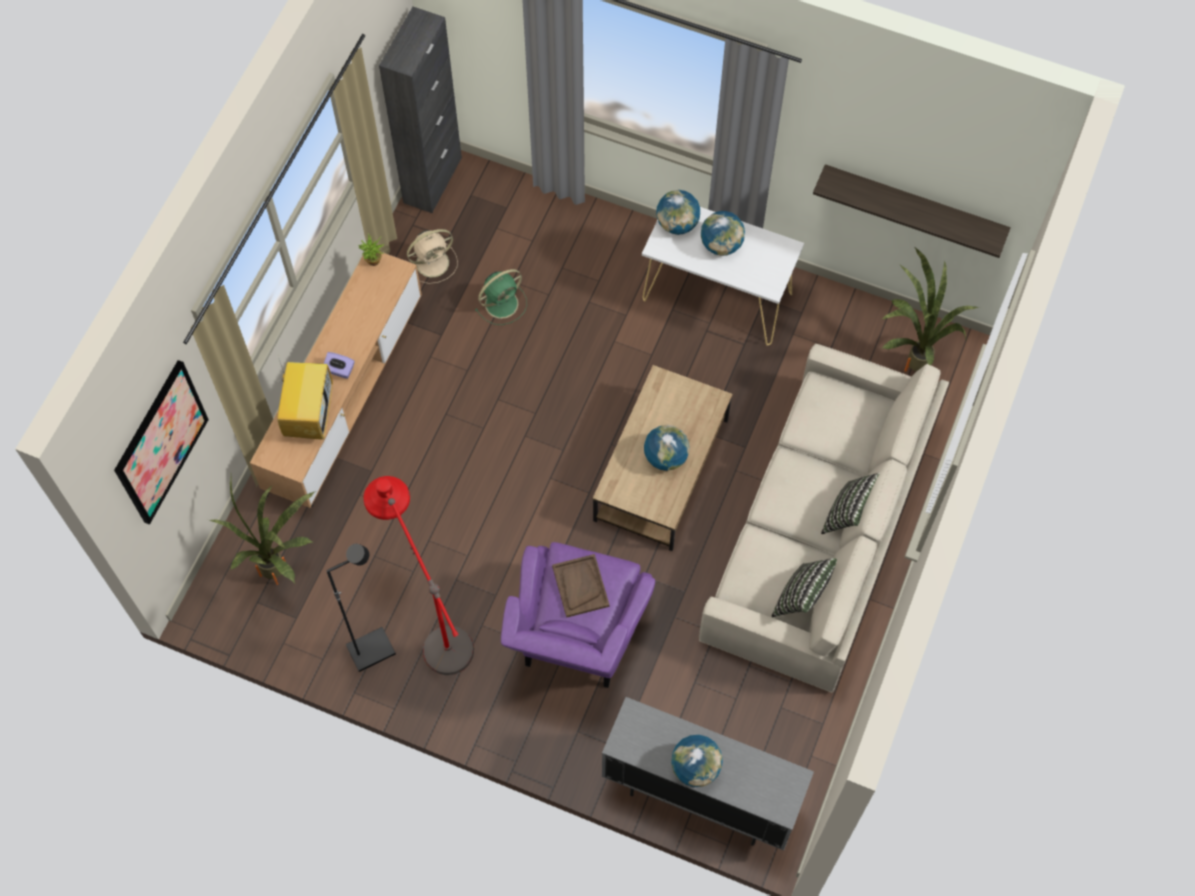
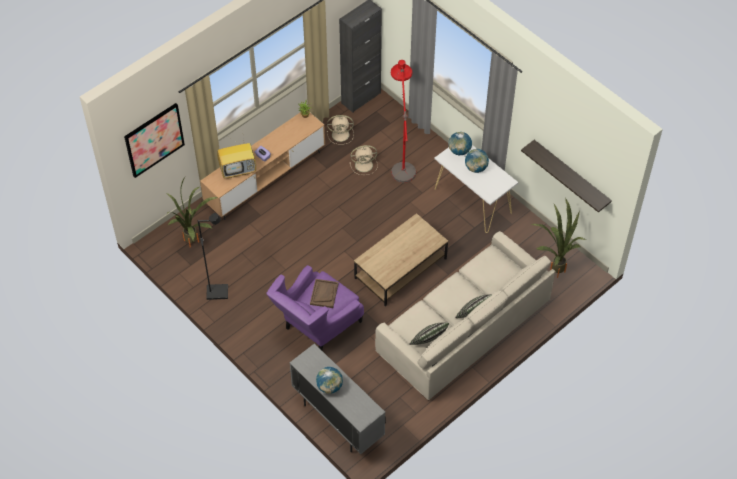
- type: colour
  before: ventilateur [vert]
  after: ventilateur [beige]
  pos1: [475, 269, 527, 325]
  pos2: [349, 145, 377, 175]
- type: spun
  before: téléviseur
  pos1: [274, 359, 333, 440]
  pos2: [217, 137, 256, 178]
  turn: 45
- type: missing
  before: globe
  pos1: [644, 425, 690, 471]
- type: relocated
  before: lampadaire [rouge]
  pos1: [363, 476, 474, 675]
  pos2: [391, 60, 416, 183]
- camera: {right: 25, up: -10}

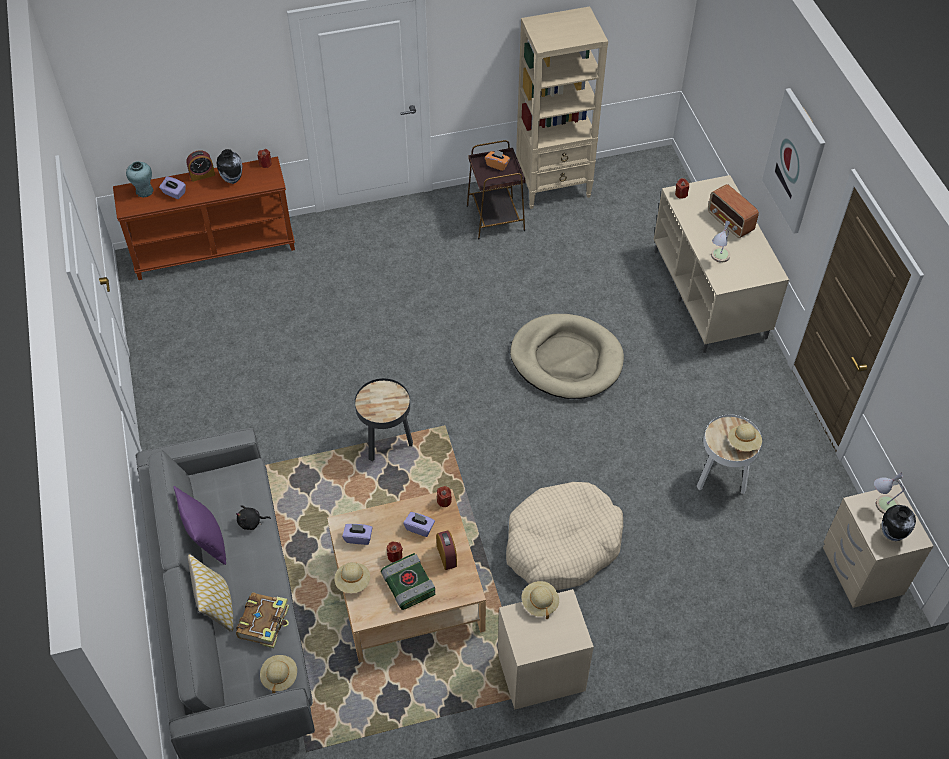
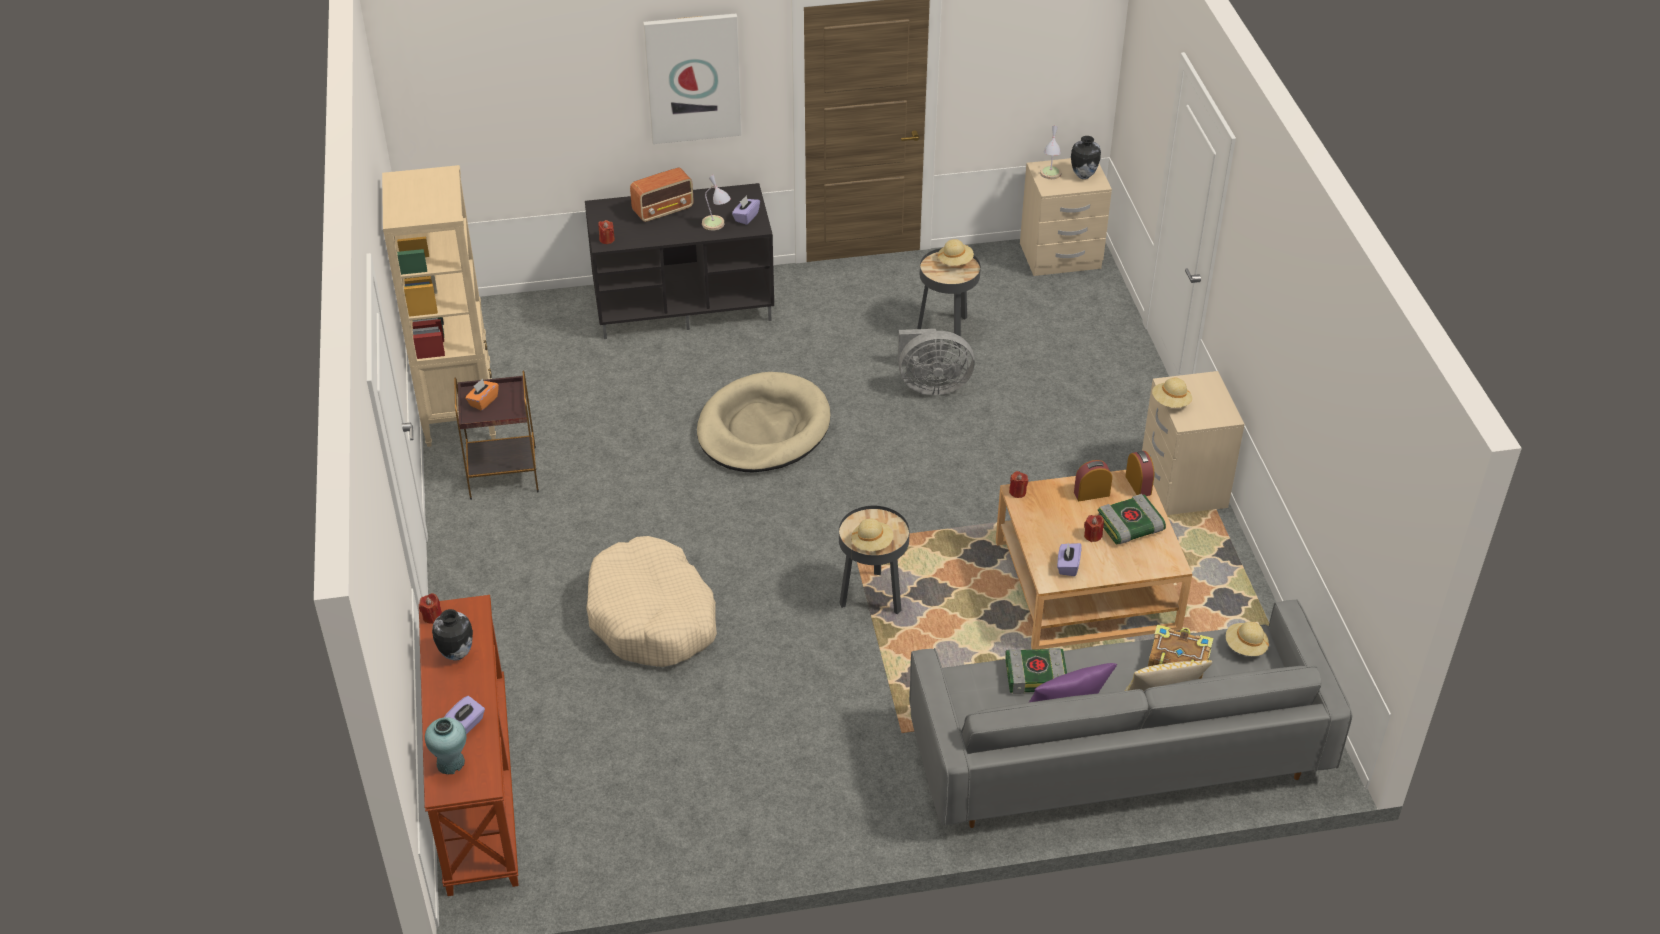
- type: relocated
  before: réveil
  pos1: [186, 150, 215, 182]
  pos2: [1125, 451, 1154, 496]
- type: colour
  before: meuble télé [beige]
  after: meuble télé [noir]
  pos1: [654, 175, 789, 353]
  pos2: [585, 183, 774, 339]
- type: colour
  before: table d'appoint [blanc]
  after: table d'appoint [noir]
  pos1: [696, 415, 761, 494]
  pos2: [917, 248, 981, 349]
- type: relocated
  before: panier pour chien [beige]
  pos1: [506, 482, 623, 590]
  pos2: [586, 536, 717, 667]
- type: exchanged
  before: peluche [noir]
  after: livre
  pos1: [236, 506, 271, 530]
  pos2: [1005, 648, 1067, 694]
- type: relocated
  before: boîte à mouchoirs [violet]
  pos1: [403, 512, 435, 537]
  pos2: [732, 195, 760, 225]
- type: relocated
  before: chapeau [beige]
  pos1: [335, 562, 370, 593]
  pos2: [851, 518, 893, 551]
- type: appeared
  after: ventilateur [gris]
  pos2: [898, 329, 975, 395]
- camera: {right: -85, up: -10}

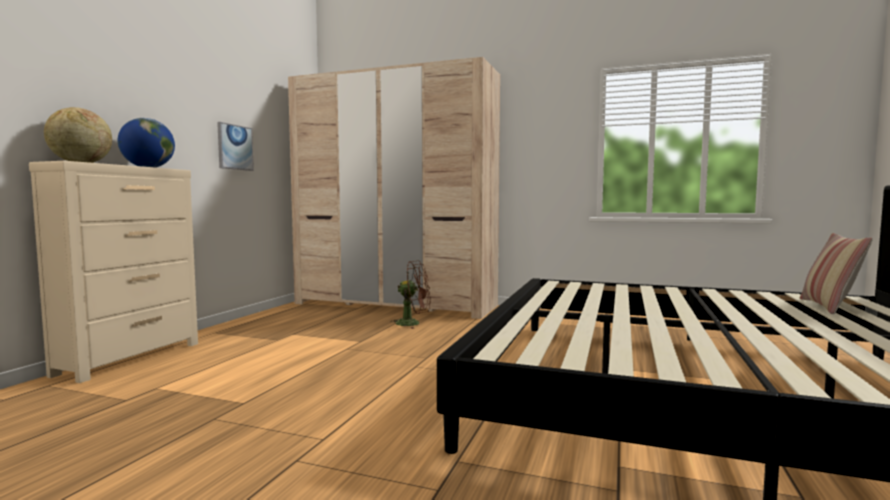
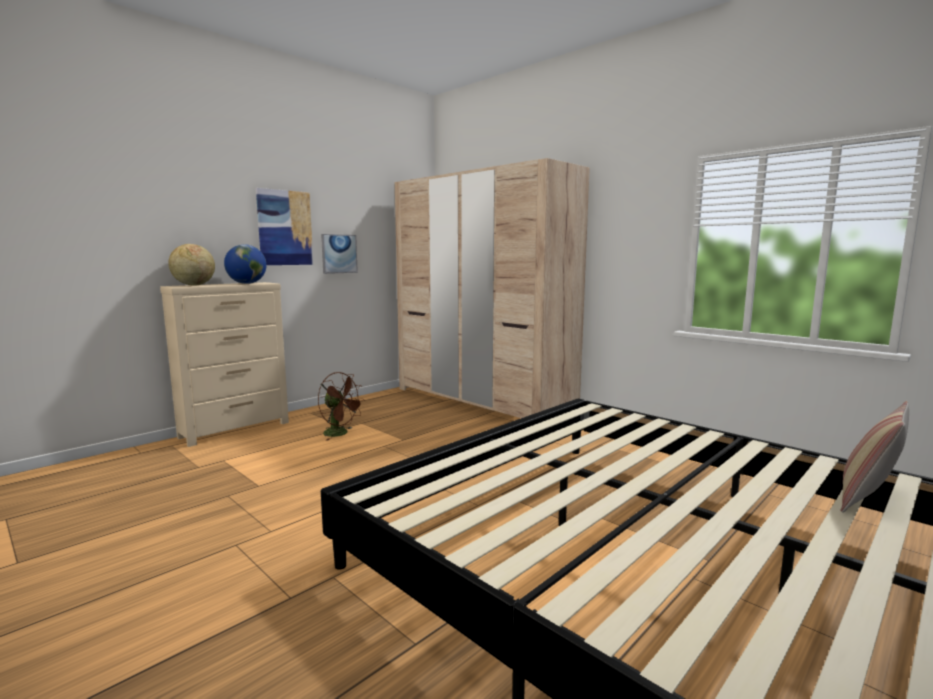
- type: relocated
  before: ventilateur [marron]
  pos1: [390, 261, 431, 329]
  pos2: [318, 372, 365, 440]
- type: appeared
  after: tableau
  pos2: [256, 188, 313, 265]
- camera: {right: 25, up: 5}

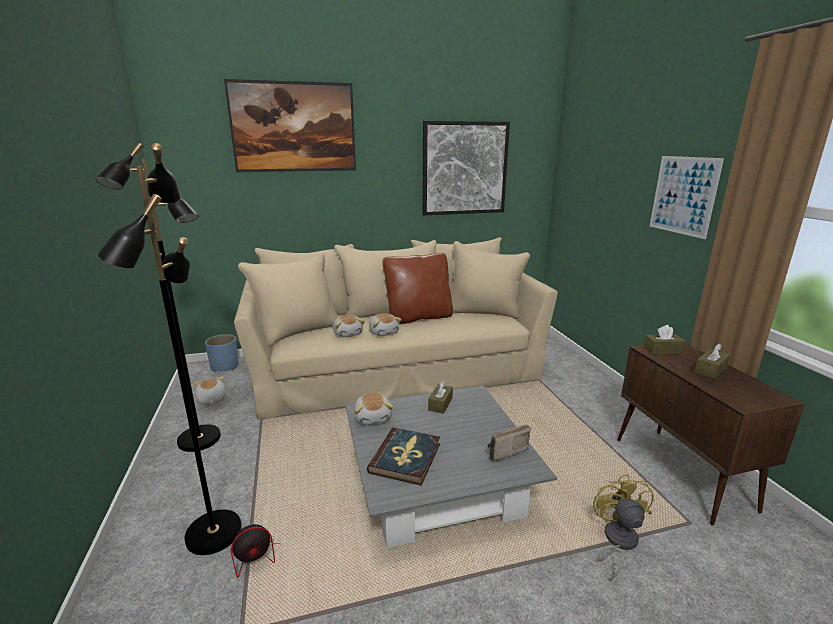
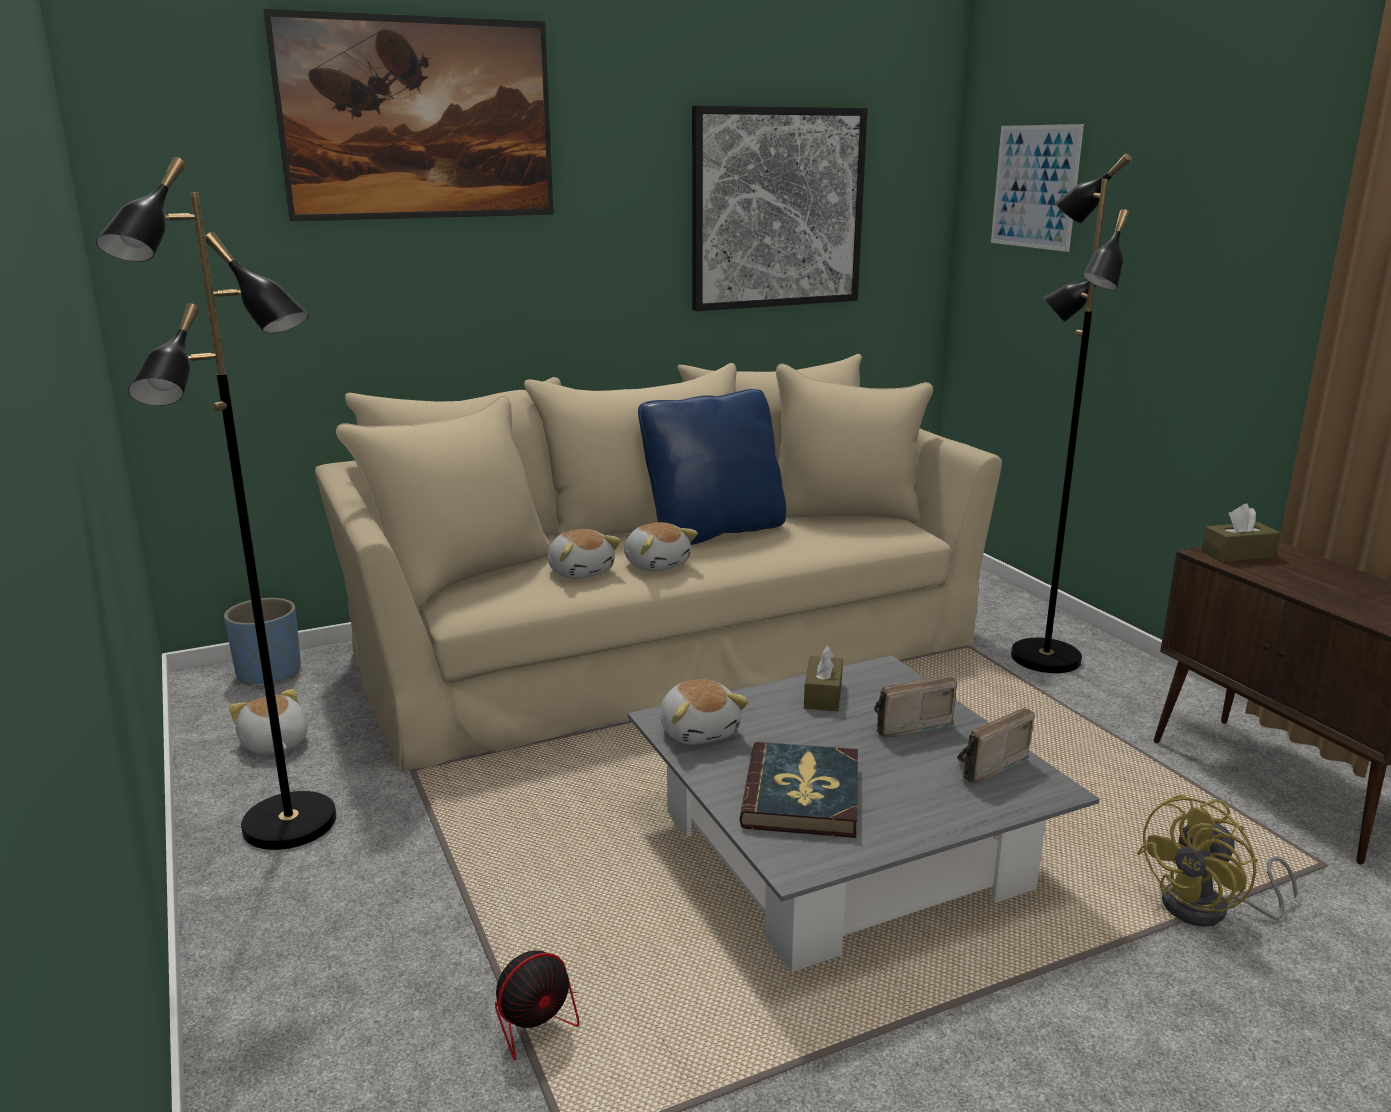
- type: relocated
  before: lampadaire [noir]
  pos1: [97, 143, 242, 555]
  pos2: [1011, 153, 1132, 673]
- type: relocated
  before: tableau
  pos1: [650, 156, 724, 239]
  pos2: [991, 124, 1084, 252]
- type: colour
  before: coussin [marron]
  after: coussin [bleu]
  pos1: [382, 253, 453, 324]
  pos2: [638, 389, 786, 545]
- type: missing
  before: boîte à mouchoirs [marron]
  pos1: [695, 344, 730, 379]
- type: spun
  before: ventilateur [jaune]
  pos1: [593, 474, 654, 582]
  pos2: [1137, 795, 1297, 927]
  turn: -120
- type: appeared
  after: radio
  pos2: [874, 676, 957, 738]
- camera: {right: -10, up: 0}

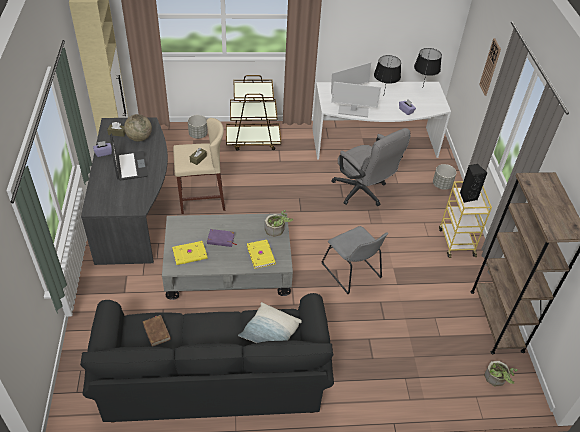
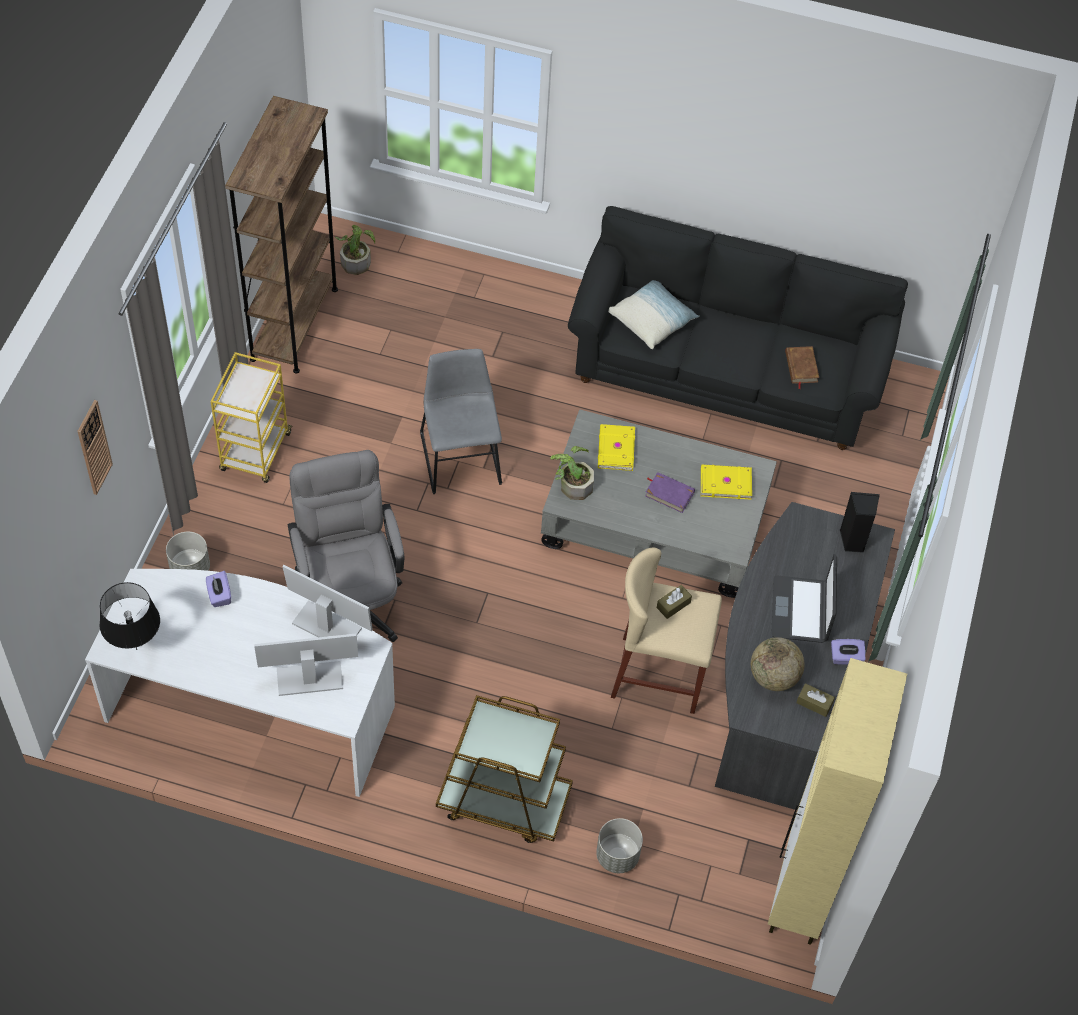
- type: missing
  before: lampe de table [noir]
  pos1: [374, 55, 401, 93]
- type: relocated
  before: enceinte [noir]
  pos1: [460, 164, 487, 203]
  pos2: [840, 492, 880, 553]
- camera: {right: -160, up: 10}

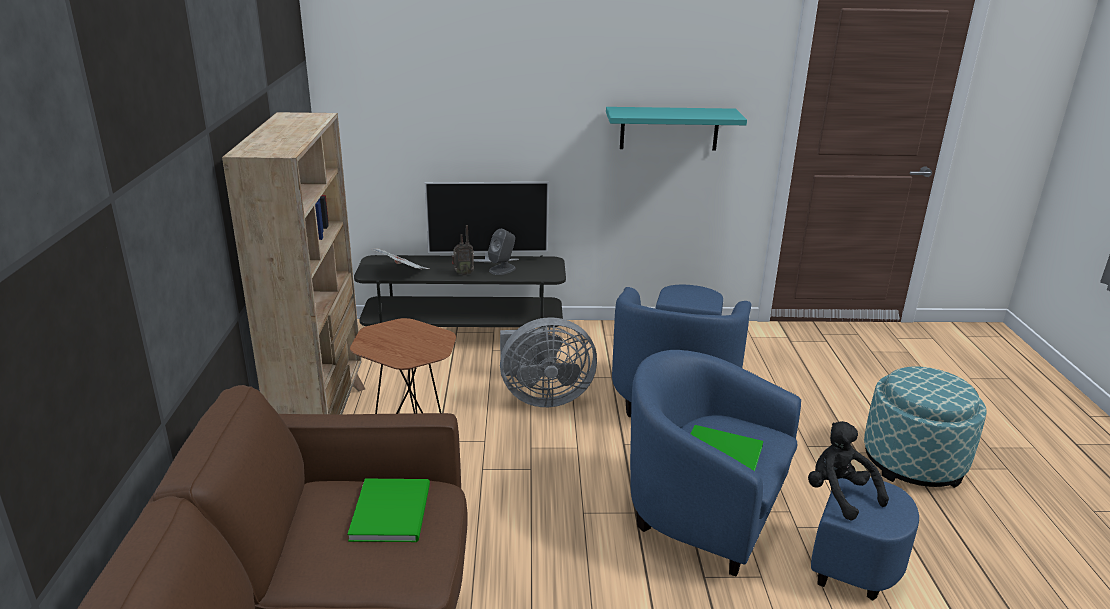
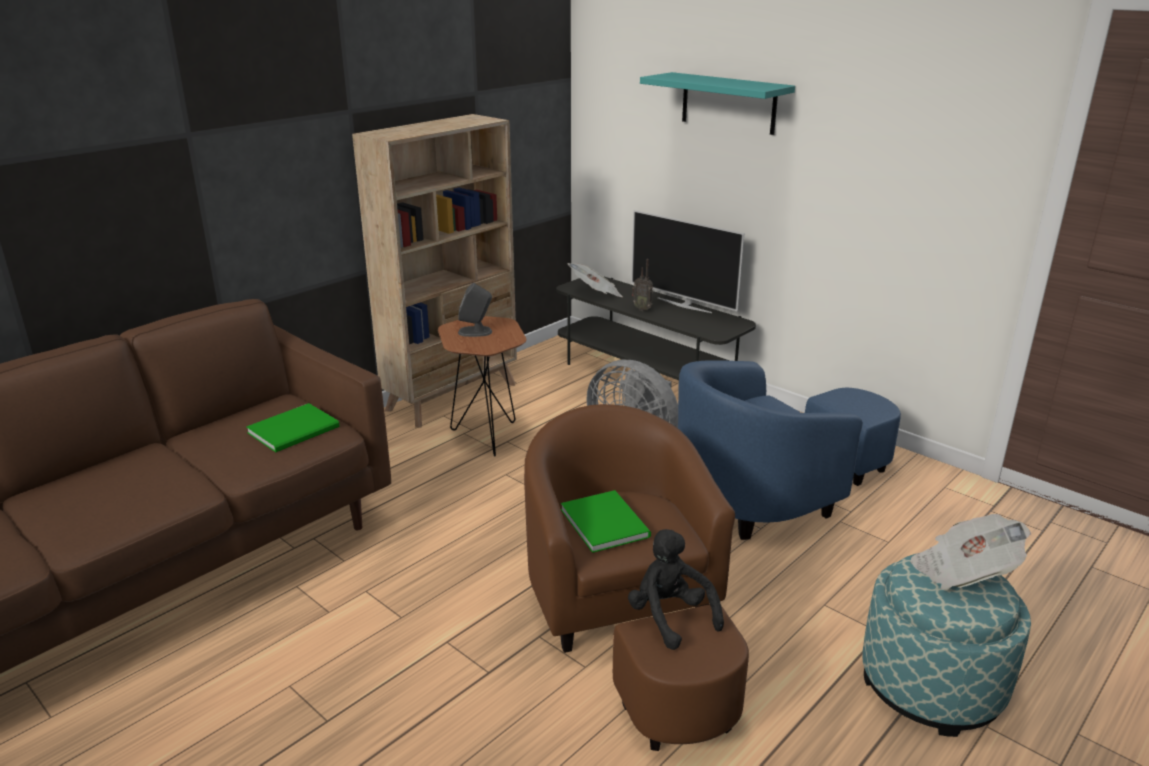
- type: relocated
  before: étagère [turquoise]
  pos1: [606, 107, 747, 150]
  pos2: [640, 72, 795, 135]
- type: relocated
  before: enceinte [gris]
  pos1: [488, 229, 516, 275]
  pos2: [458, 283, 492, 337]
- type: colour
  before: fauteuil [bleu]
  after: fauteuil [marron]
  pos1: [630, 350, 919, 601]
  pos2: [524, 404, 749, 751]
- type: spun
  before: peluche [noir]
  pos1: [808, 421, 889, 521]
  pos2: [628, 529, 724, 650]
  turn: -45
- type: appeared
  after: journal
  pos2: [911, 514, 1031, 590]
- camera: {right: 45, up: 0}

